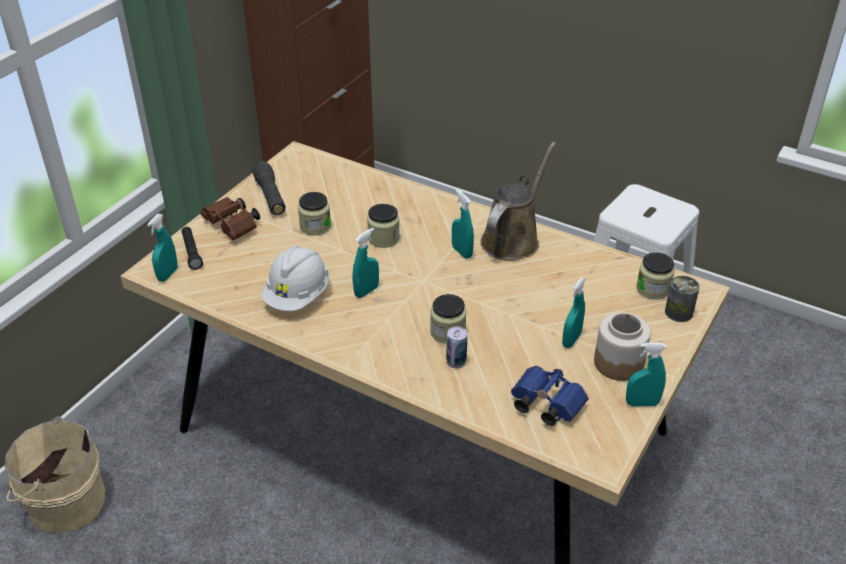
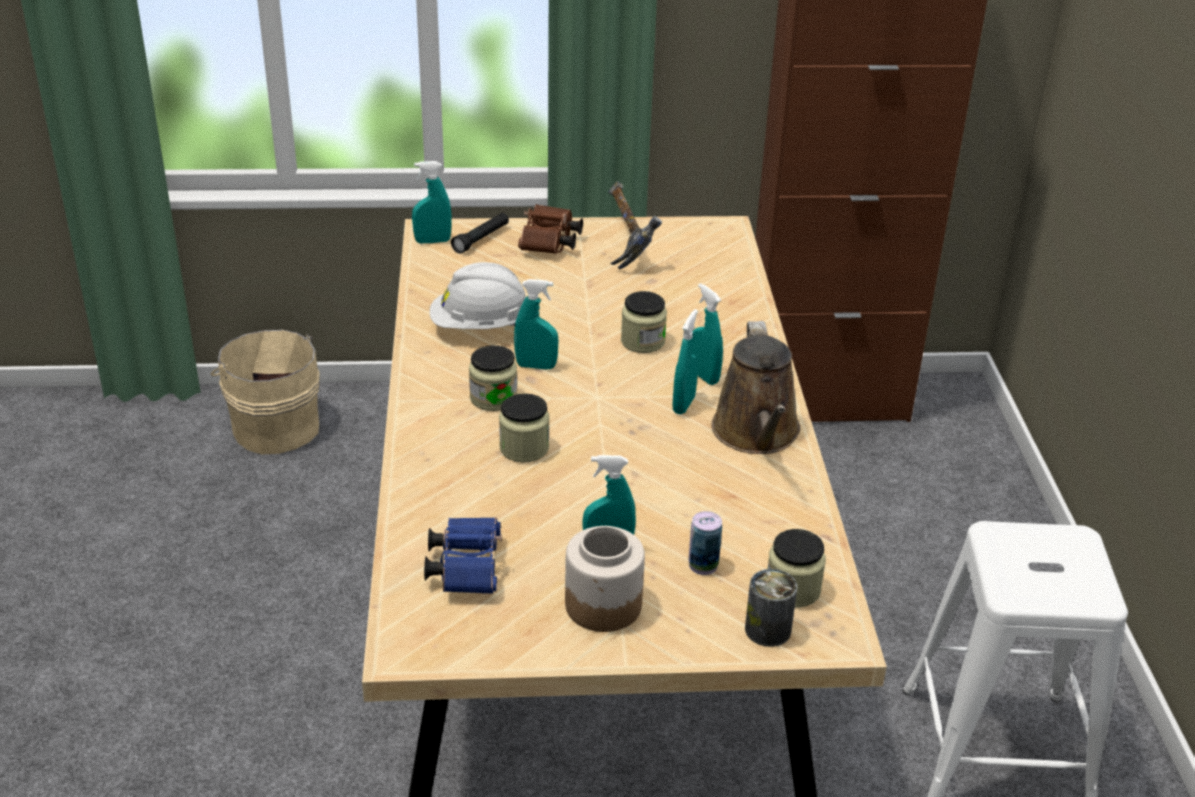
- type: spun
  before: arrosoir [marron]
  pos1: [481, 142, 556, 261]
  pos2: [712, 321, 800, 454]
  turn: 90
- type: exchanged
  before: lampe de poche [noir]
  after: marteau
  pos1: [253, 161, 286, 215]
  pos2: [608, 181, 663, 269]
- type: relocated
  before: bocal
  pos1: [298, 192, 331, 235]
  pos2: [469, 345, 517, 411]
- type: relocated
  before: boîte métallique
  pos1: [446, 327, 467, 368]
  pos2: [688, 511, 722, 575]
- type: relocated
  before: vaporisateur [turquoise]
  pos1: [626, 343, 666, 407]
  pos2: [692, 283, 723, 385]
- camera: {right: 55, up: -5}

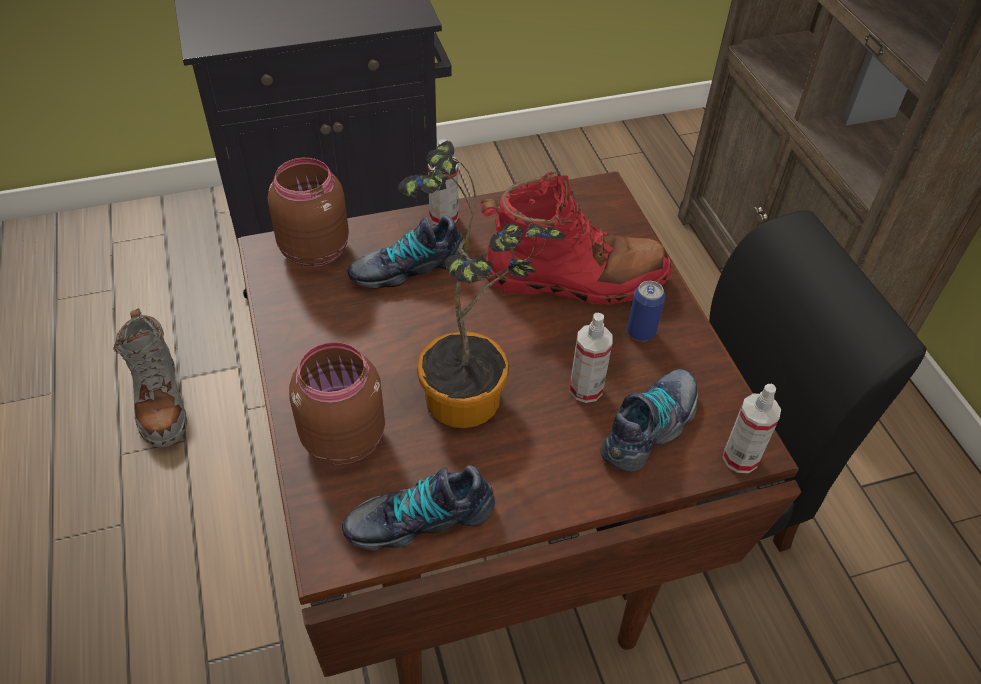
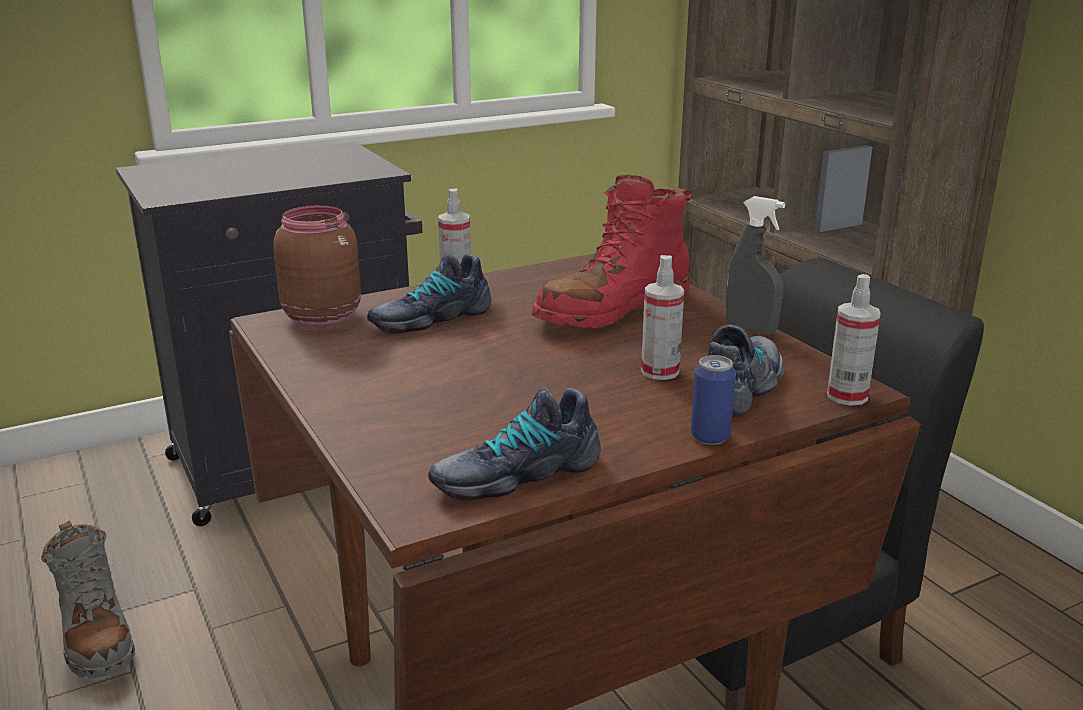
- type: missing
  before: plante en pot
  pos1: [398, 140, 566, 428]
- type: spun
  before: botte [rouge]
  pos1: [480, 172, 672, 305]
  pos2: [532, 175, 692, 328]
  turn: 150
- type: relocated
  before: boîte métallique
  pos1: [627, 281, 665, 341]
  pos2: [691, 355, 736, 445]
- type: missing
  before: bocal [marron]
  pos1: [289, 342, 385, 465]
- type: appeared
  after: vaporisateur [gris]
  pos2: [726, 196, 785, 335]
- camera: {right: -10, up: -25}

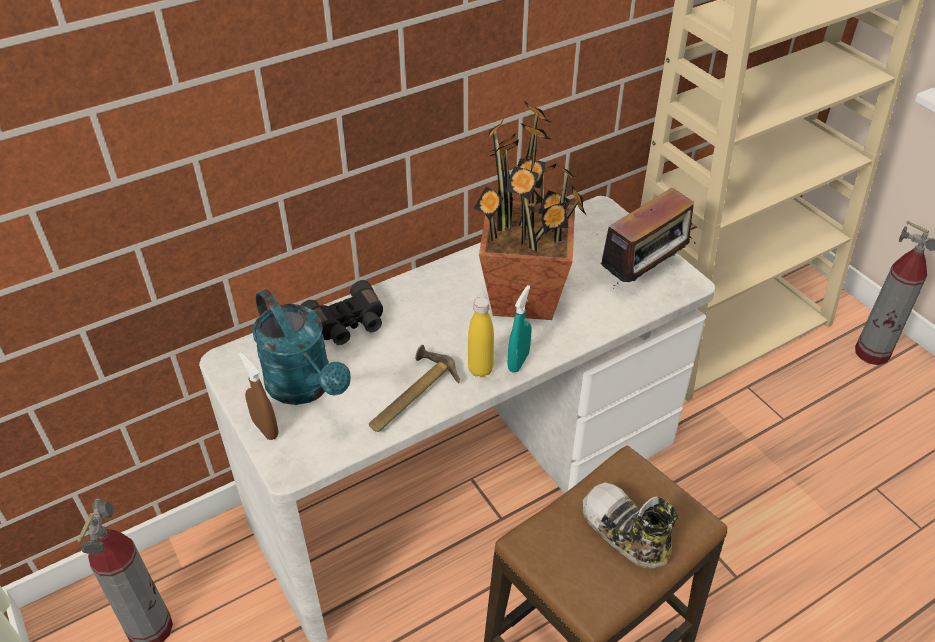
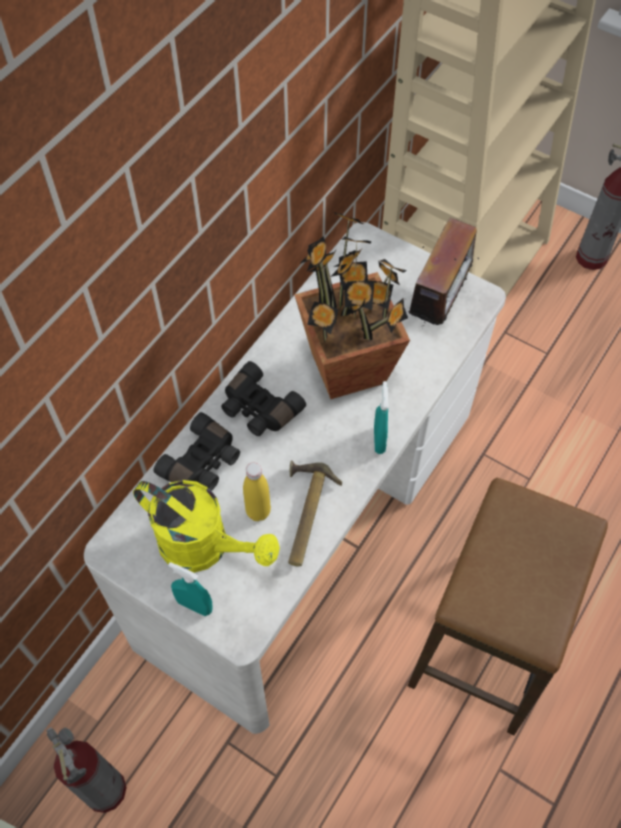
- type: colour
  before: arrosoir [turquoise]
  after: arrosoir [jaune]
  pos1: [252, 289, 351, 405]
  pos2: [133, 480, 280, 573]
- type: relocated
  before: bouteille [jaune]
  pos1: [468, 297, 494, 378]
  pos2: [243, 462, 271, 521]
- type: colour
  before: vaporisateur [marron]
  after: vaporisateur [turquoise]
  pos1: [239, 352, 279, 440]
  pos2: [168, 562, 212, 616]
- type: missing
  before: chaussure
  pos1: [583, 482, 678, 569]
- type: appeared
  after: jumelles [noir]
  pos2: [221, 361, 306, 436]
- camera: {right: -25, up: 15}

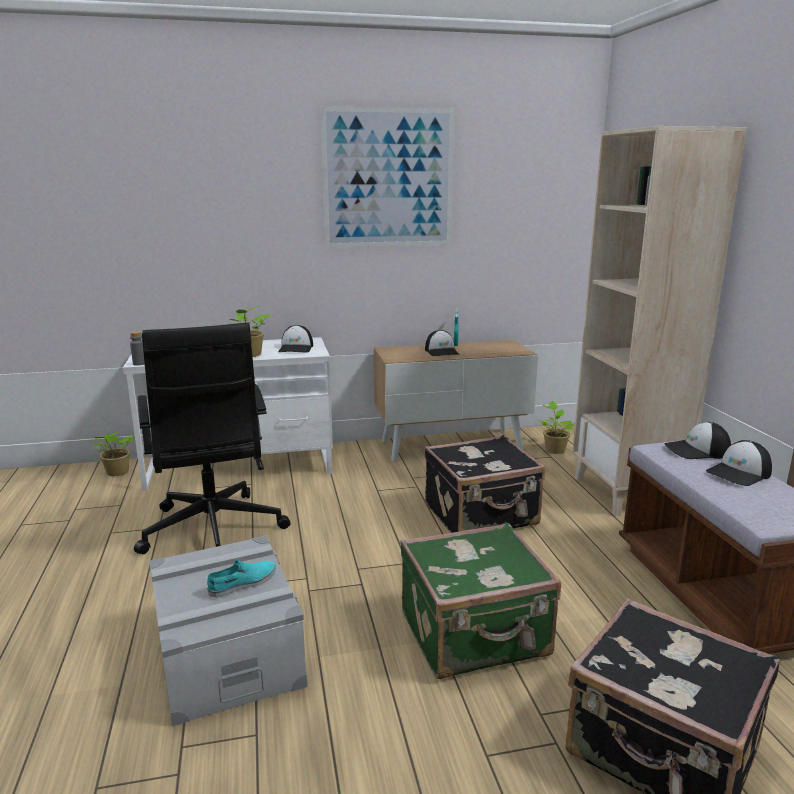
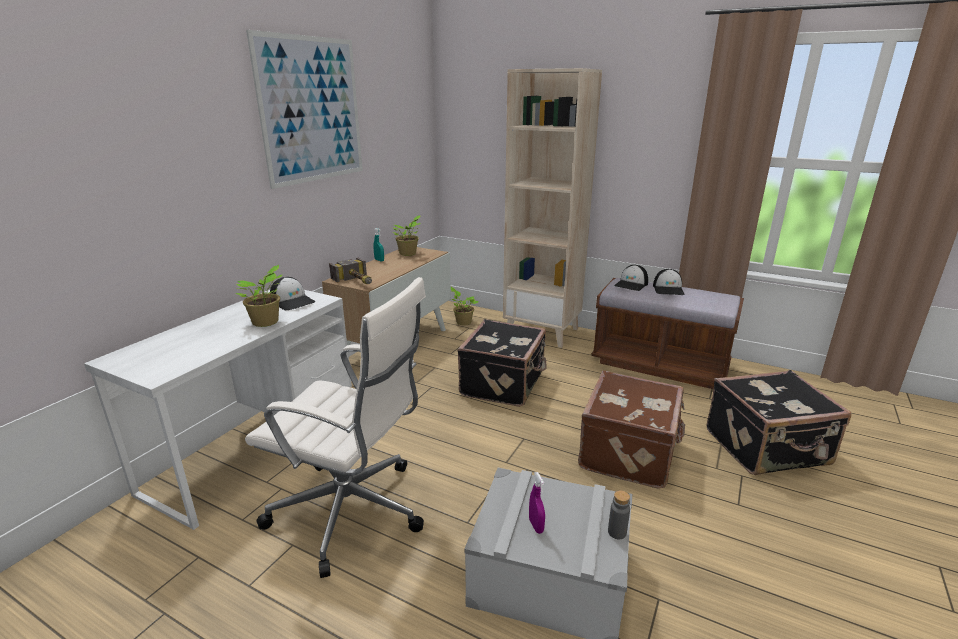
- type: colour
  before: chaise de bureau [noir]
  after: chaise de bureau [blanc]
  pos1: [134, 323, 291, 554]
  pos2: [245, 277, 426, 578]
- type: missing
  before: casquette
  pos1: [425, 330, 460, 356]
- type: relocated
  before: bouteille [gris]
  pos1: [130, 331, 145, 366]
  pos2: [608, 490, 630, 539]
- type: relocated
  before: plante en pot
  pos1: [90, 432, 135, 476]
  pos2: [392, 215, 420, 256]
- type: colour
  before: valise [vert]
  after: valise [marron]
  pos1: [400, 523, 561, 679]
  pos2: [578, 371, 685, 489]
- type: missing
  before: chaussure [turquoise]
  pos1: [207, 560, 276, 598]
- type: appeared
  after: marteau
  pos2: [329, 257, 372, 284]
- type: appeared
  after: vaporisateur [violet]
  pos2: [529, 472, 545, 534]
- camera: {right: -50, up: 5}

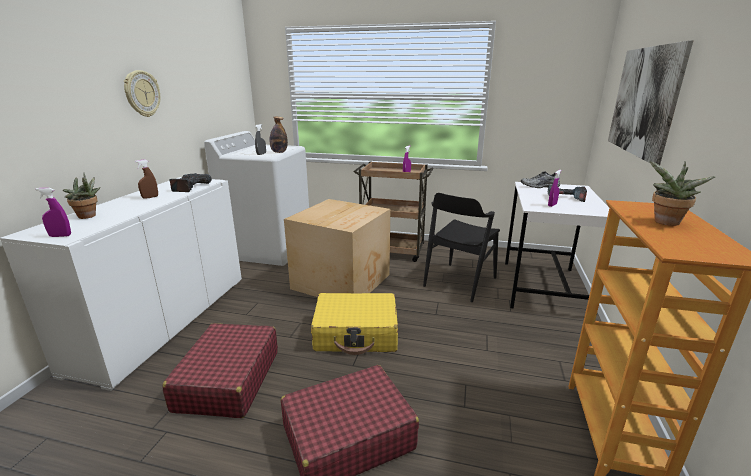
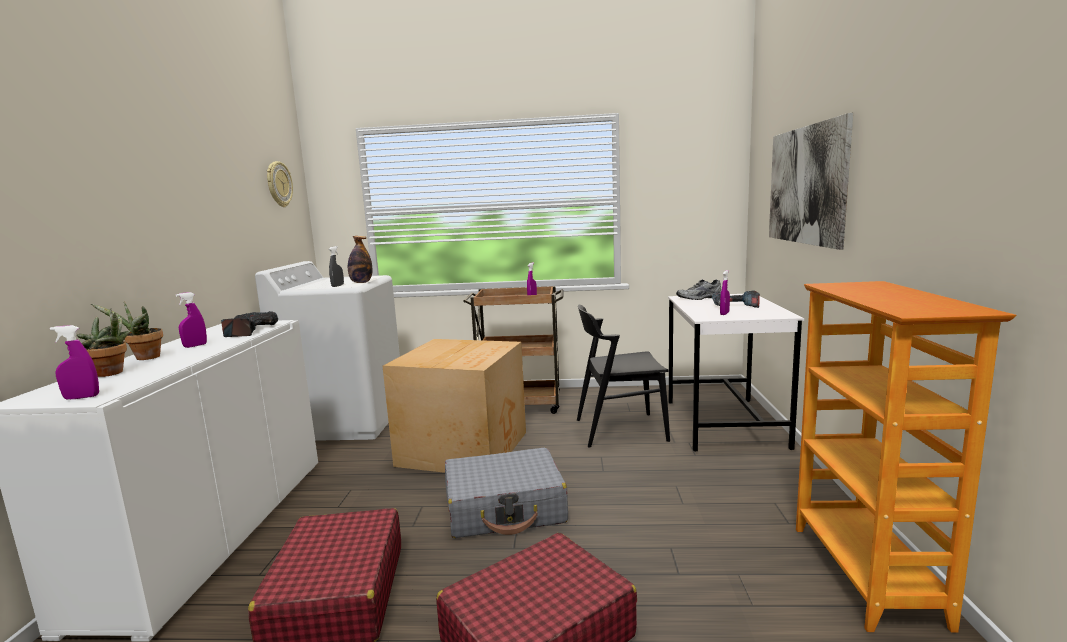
- type: relocated
  before: horloge murale
  pos1: [124, 70, 160, 117]
  pos2: [267, 161, 293, 207]
- type: colour
  before: vaporisateur [marron]
  after: vaporisateur [violet]
  pos1: [135, 160, 158, 199]
  pos2: [176, 292, 207, 348]
- type: relocated
  before: plante en pot
  pos1: [649, 161, 716, 226]
  pos2: [91, 301, 163, 360]
- type: spun
  before: chaise [noir]
  pos1: [423, 193, 500, 302]
  pos2: [577, 305, 670, 448]
  turn: 60
- type: colour
  before: valise [jaune]
  after: valise [gris]
  pos1: [311, 293, 398, 355]
  pos2: [445, 448, 568, 538]
- camera: {right: -10, up: -10}

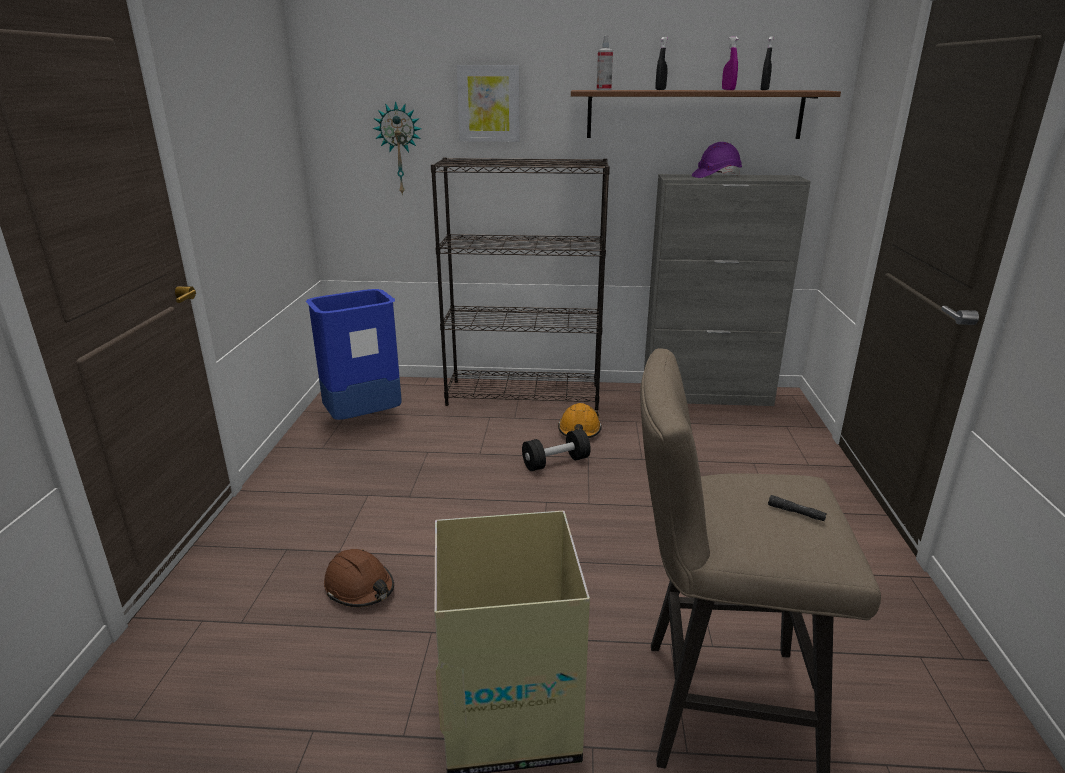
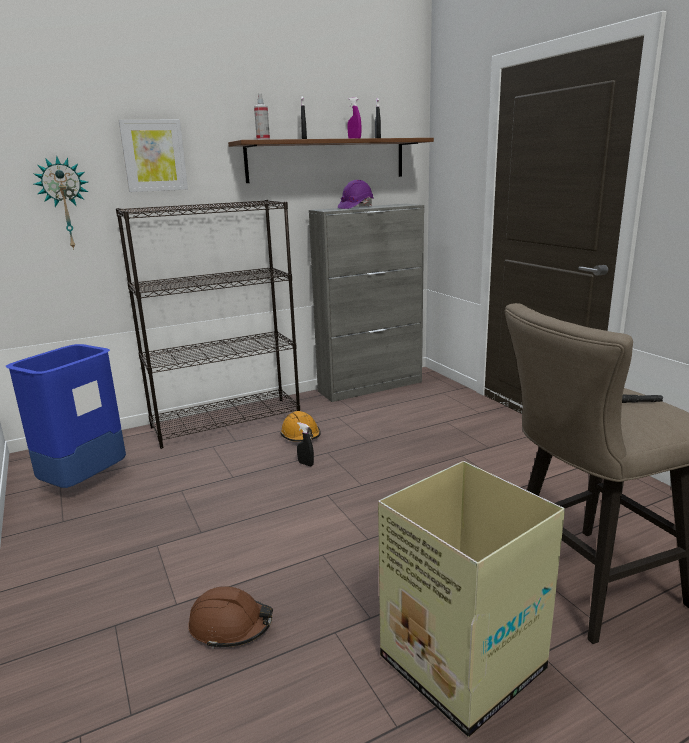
- type: exchanged
  before: haltère [noir]
  after: vaporisateur [noir]
  pos1: [522, 429, 591, 471]
  pos2: [297, 422, 314, 466]
- camera: {right: -30, up: -5}

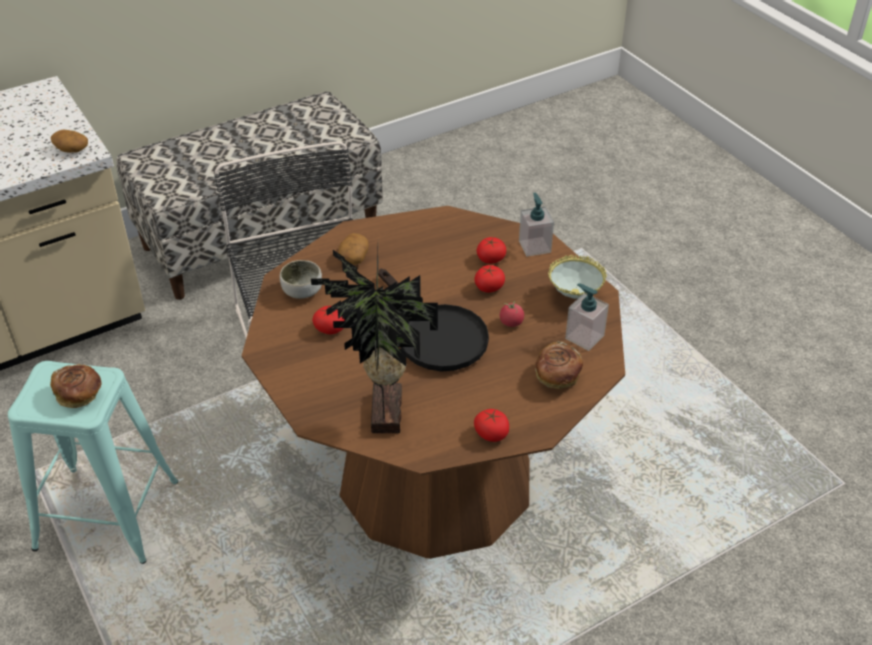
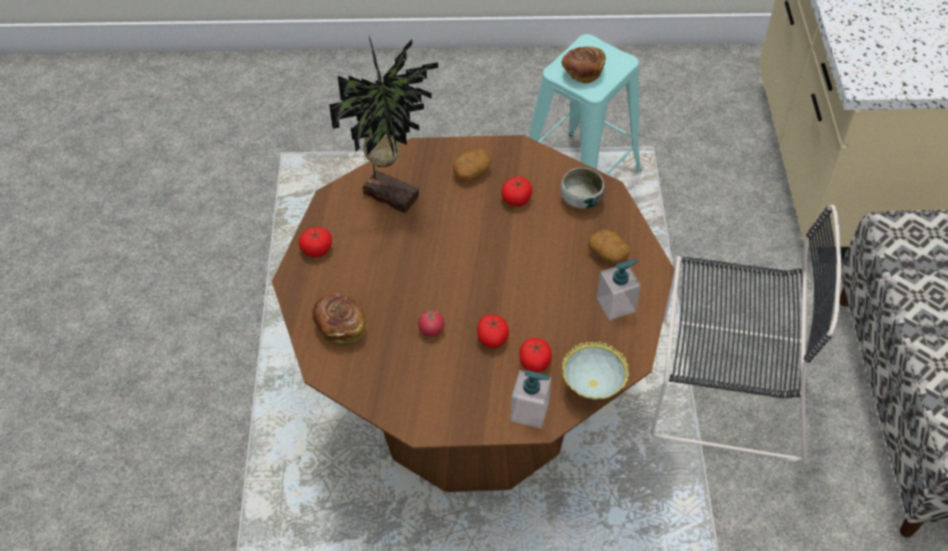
- type: relocated
  before: pomme de terre
  pos1: [51, 130, 88, 153]
  pos2: [453, 149, 491, 181]
- type: relocated
  before: bol
  pos1: [548, 255, 607, 299]
  pos2: [562, 342, 629, 400]
- type: missing
  before: poêle [noir]
  pos1: [378, 269, 489, 371]
- type: relocated
  before: distributeur de savon
  pos1: [565, 283, 609, 351]
  pos2: [597, 260, 641, 320]
- camera: {right: 120, up: 10}

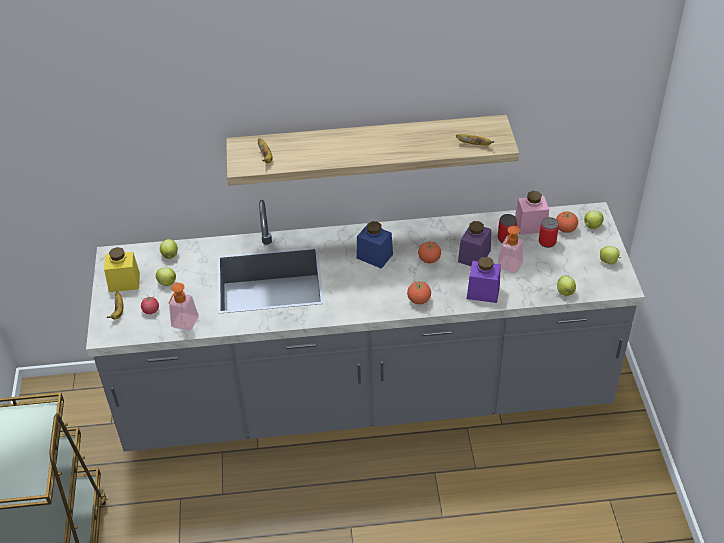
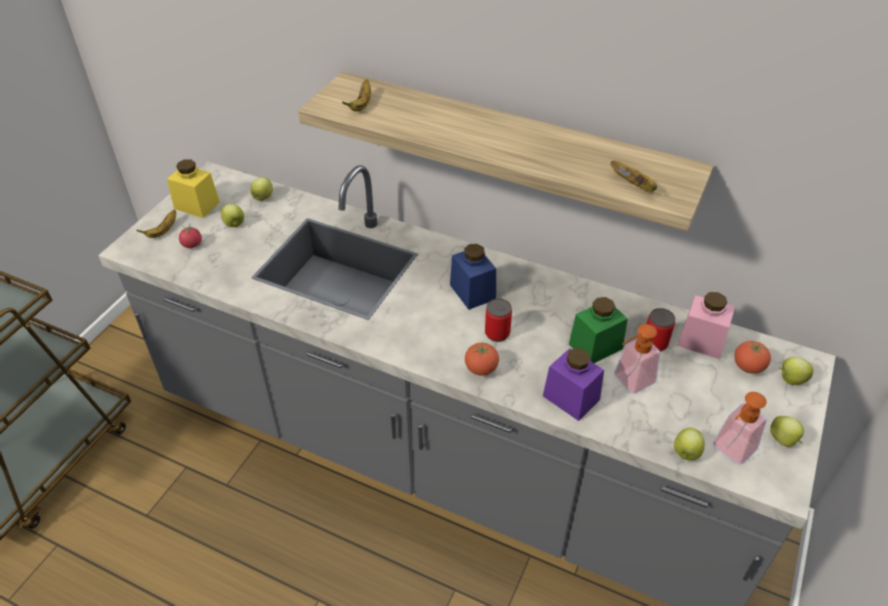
- type: relocated
  before: boîte métallique
  pos1: [539, 217, 559, 248]
  pos2: [485, 298, 512, 342]
- type: colour
  before: bocal [violet]
  after: bocal [vert]
  pos1: [458, 221, 491, 266]
  pos2: [569, 297, 628, 363]
- type: missing
  before: tomate
  pos1: [418, 241, 441, 263]
- type: relocated
  before: distributeur de savon
  pos1: [168, 283, 199, 331]
  pos2: [713, 392, 767, 465]
- camera: {right: 30, up: 0}

